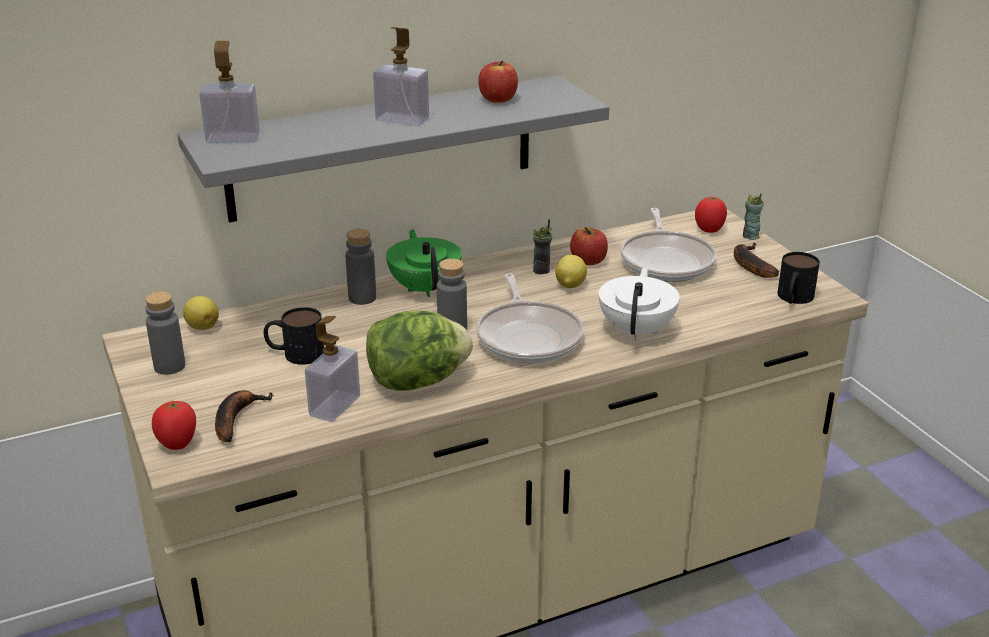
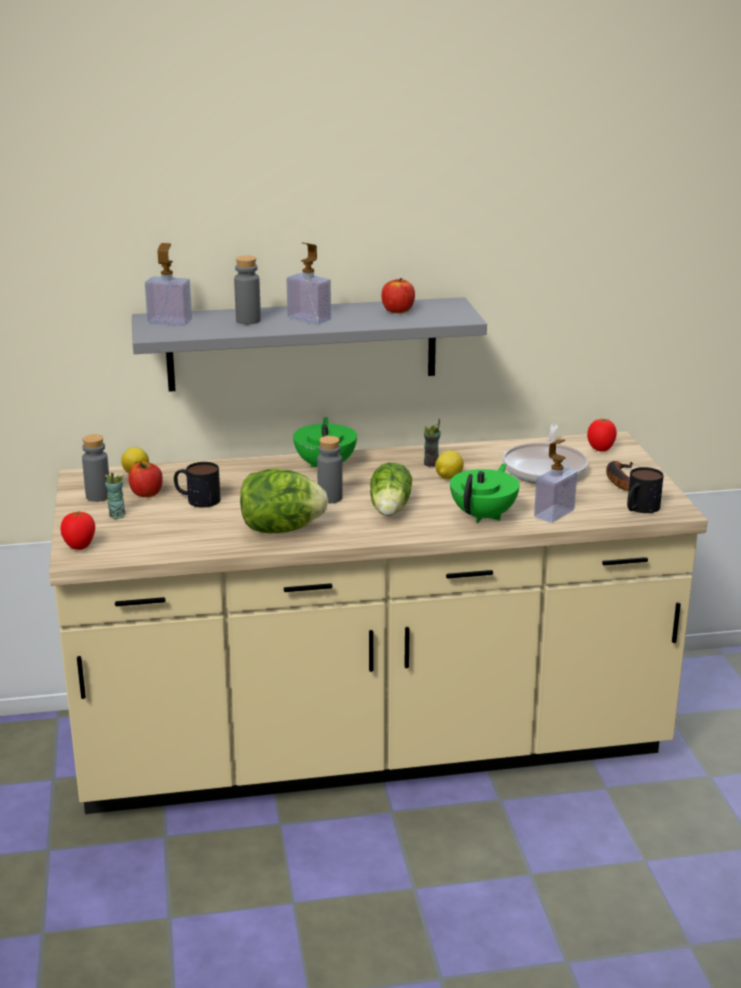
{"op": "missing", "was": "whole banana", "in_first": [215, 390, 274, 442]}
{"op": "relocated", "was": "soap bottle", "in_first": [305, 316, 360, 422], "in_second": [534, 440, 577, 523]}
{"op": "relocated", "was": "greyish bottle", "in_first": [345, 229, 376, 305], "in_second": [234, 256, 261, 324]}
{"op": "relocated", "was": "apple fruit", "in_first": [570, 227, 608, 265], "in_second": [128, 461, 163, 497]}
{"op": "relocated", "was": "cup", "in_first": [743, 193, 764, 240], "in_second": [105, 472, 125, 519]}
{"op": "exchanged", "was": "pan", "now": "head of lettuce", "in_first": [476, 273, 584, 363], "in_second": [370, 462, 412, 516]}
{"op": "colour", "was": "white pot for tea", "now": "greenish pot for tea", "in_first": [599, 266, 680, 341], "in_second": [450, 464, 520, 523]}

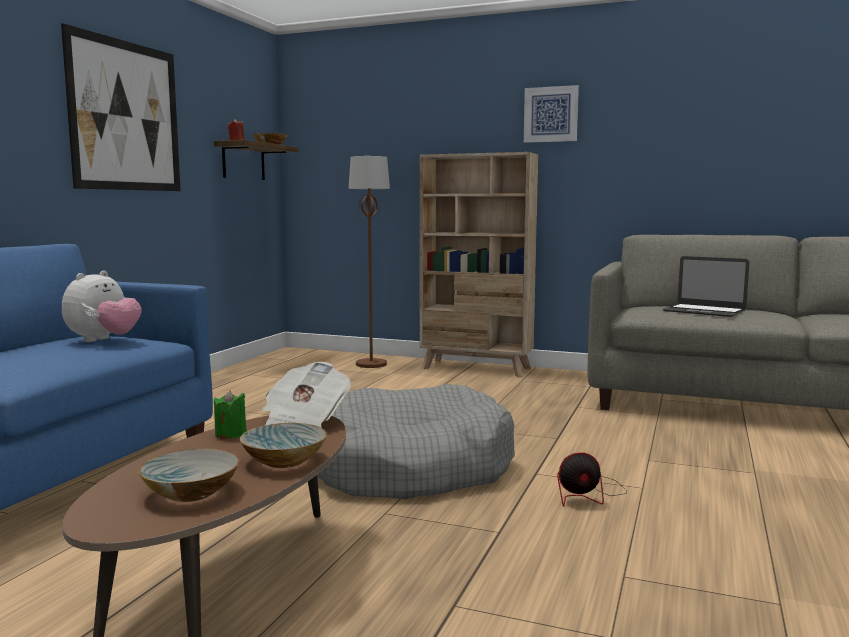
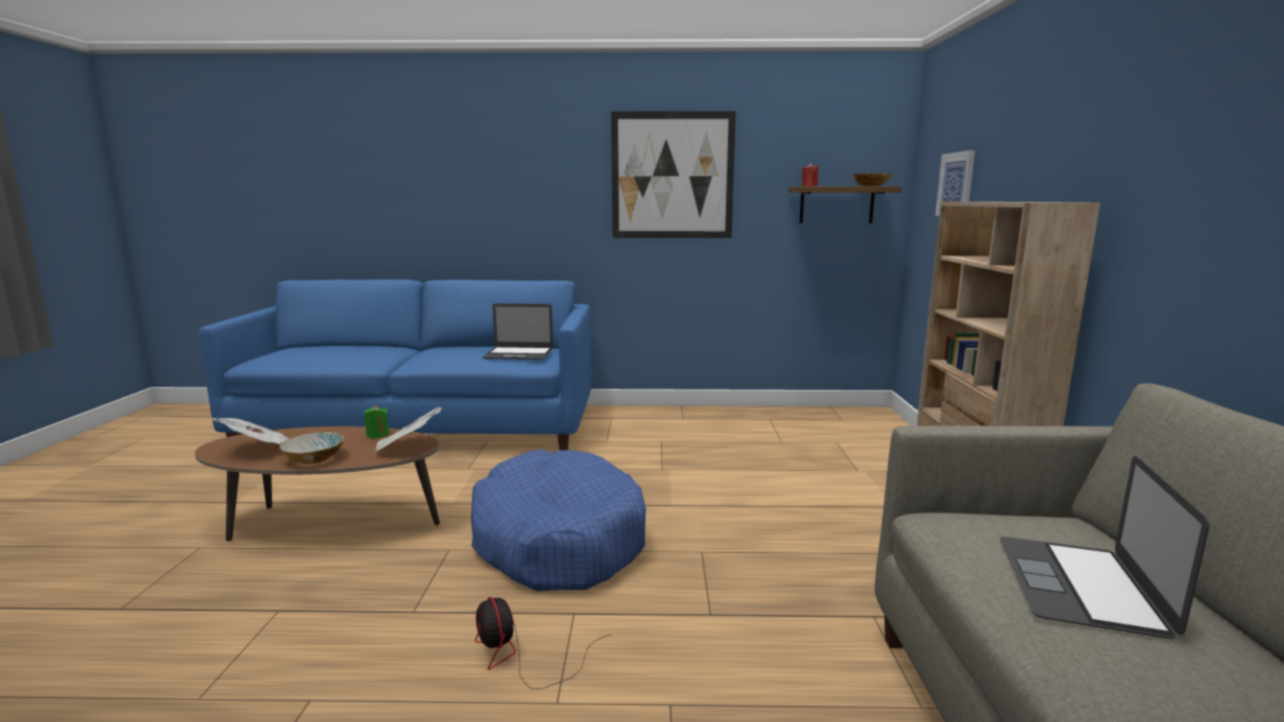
{"op": "missing", "was": "brown standard lamp", "in_first": [349, 156, 390, 368]}
{"op": "relocated", "was": "wall picture", "in_first": [524, 85, 579, 143], "in_second": [935, 150, 975, 216]}
{"op": "exchanged", "was": "plush toy", "now": "portable computer", "in_first": [62, 271, 142, 342], "in_second": [482, 304, 553, 360]}
{"op": "exchanged", "was": "bowl", "now": "daily paper", "in_first": [138, 448, 240, 502], "in_second": [212, 418, 289, 444]}
{"op": "colour", "was": "greyish dog bed", "now": "blue-coloured dog bed", "in_first": [317, 384, 515, 499], "in_second": [471, 450, 646, 591]}

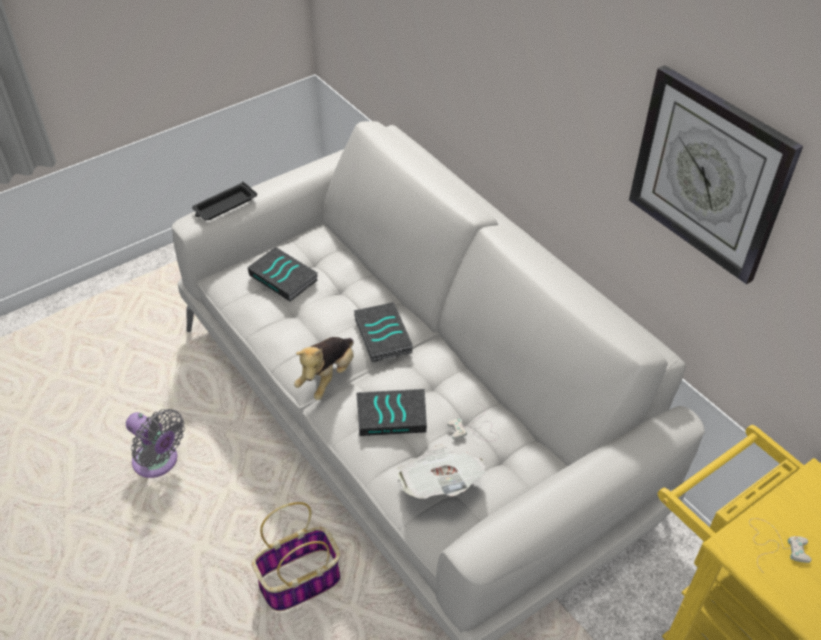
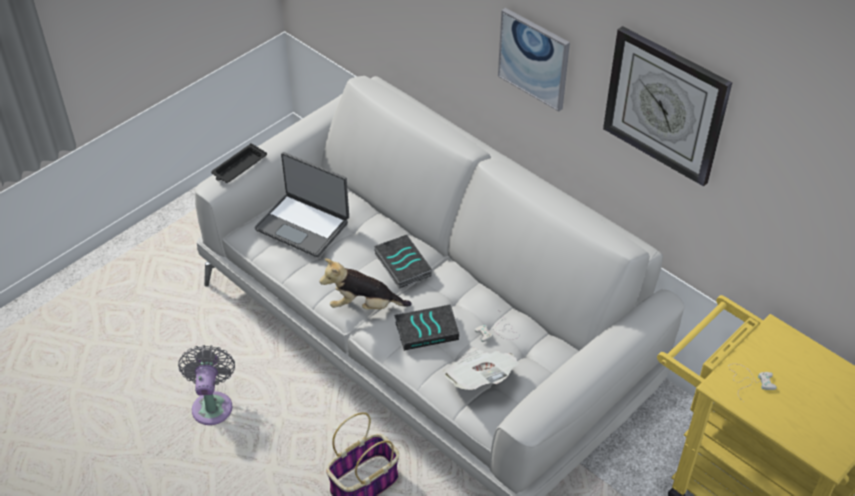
{"op": "appeared", "now": "wall picture", "in_second": [498, 8, 570, 111]}
{"op": "exchanged", "was": "volume", "now": "portable computer", "in_first": [248, 247, 318, 302], "in_second": [254, 152, 349, 257]}
{"op": "spun", "was": "greyish fan", "in_first": [126, 409, 185, 478], "in_second": [178, 345, 235, 425], "clockwise": -120}
{"op": "spun", "was": "plush toy", "in_first": [294, 337, 354, 400], "in_second": [319, 258, 412, 310], "clockwise": 75}

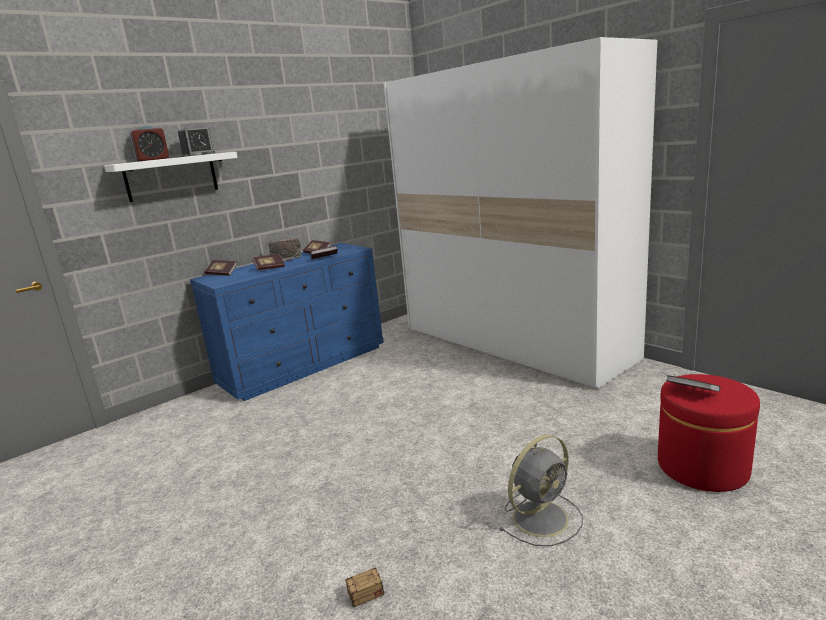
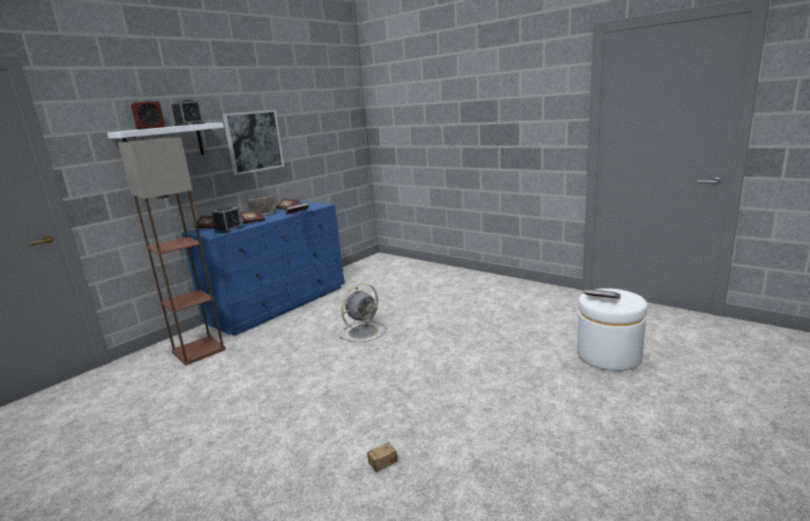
{"op": "missing", "was": "white clothes cupboard", "in_first": [384, 37, 657, 389]}
{"op": "appeared", "now": "standard lamp", "in_second": [118, 138, 226, 365]}
{"op": "appeared", "now": "table clock", "in_second": [212, 207, 243, 233]}
{"op": "appeared", "now": "wall picture", "in_second": [223, 110, 284, 175]}
{"op": "relocated", "was": "greyish fan", "in_first": [499, 435, 583, 546], "in_second": [339, 283, 386, 342]}
{"op": "colour", "was": "reddish footrest", "now": "white footrest", "in_first": [658, 374, 760, 492], "in_second": [577, 288, 647, 371]}

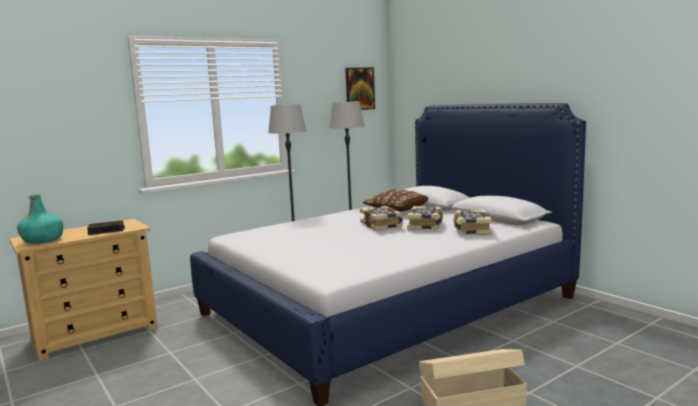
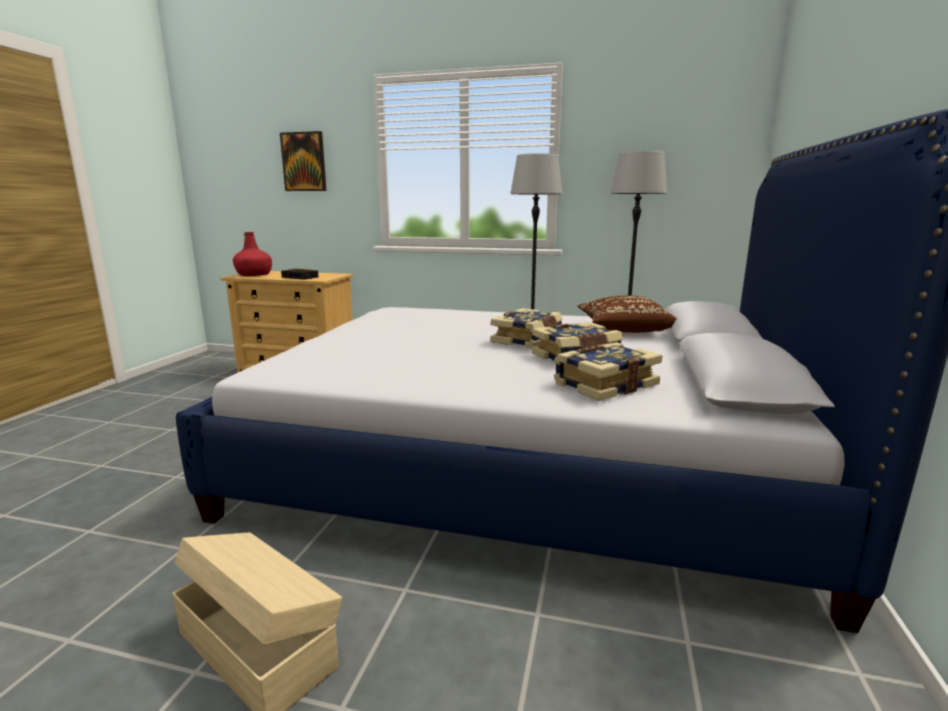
{"op": "relocated", "was": "wall picture", "in_first": [345, 68, 375, 110], "in_second": [280, 131, 326, 191]}
{"op": "colour", "was": "turquoise bottle", "now": "reddish bottle", "in_first": [17, 194, 63, 244], "in_second": [233, 232, 272, 276]}

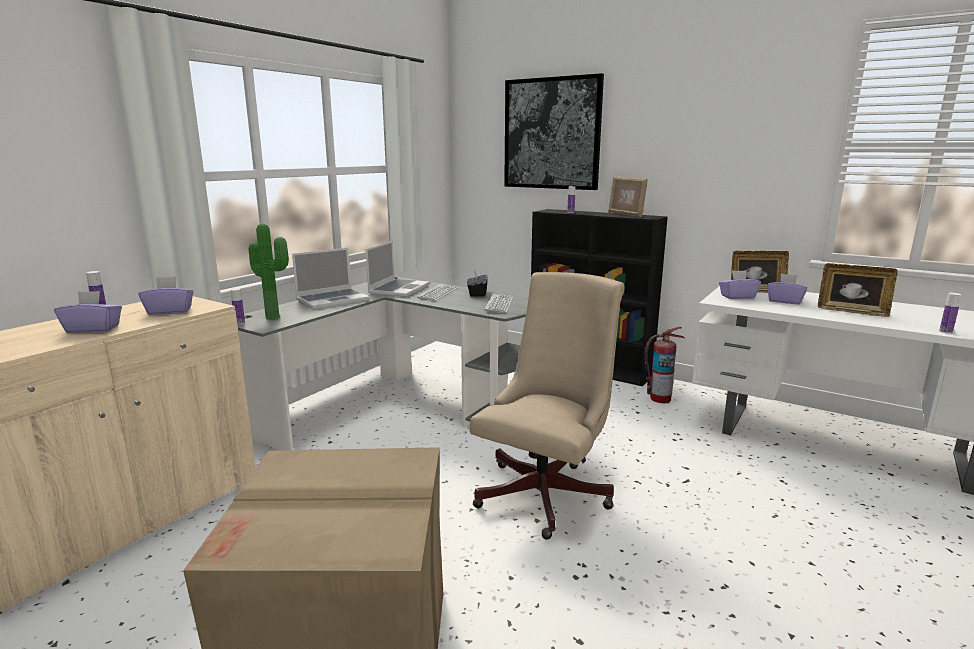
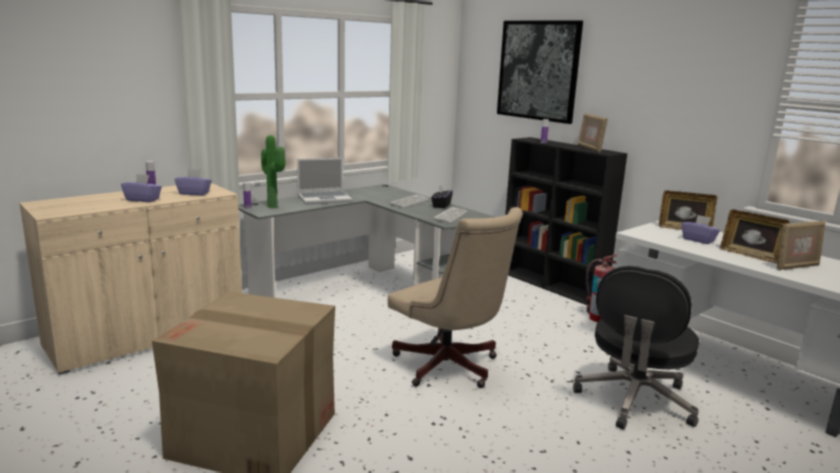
{"op": "missing", "was": "portable computer", "in_first": [366, 241, 429, 297]}
{"op": "missing", "was": "purple tissue holder", "in_first": [719, 270, 761, 299]}
{"op": "missing", "was": "bottle", "in_first": [939, 293, 962, 334]}
{"op": "appeared", "now": "blackish desk chair", "in_second": [573, 266, 699, 430]}
{"op": "appeared", "now": "standing frame", "in_second": [777, 221, 826, 271]}
{"op": "spun", "was": "beige desk chair", "in_first": [470, 272, 624, 540], "in_second": [388, 207, 523, 388], "clockwise": 90}

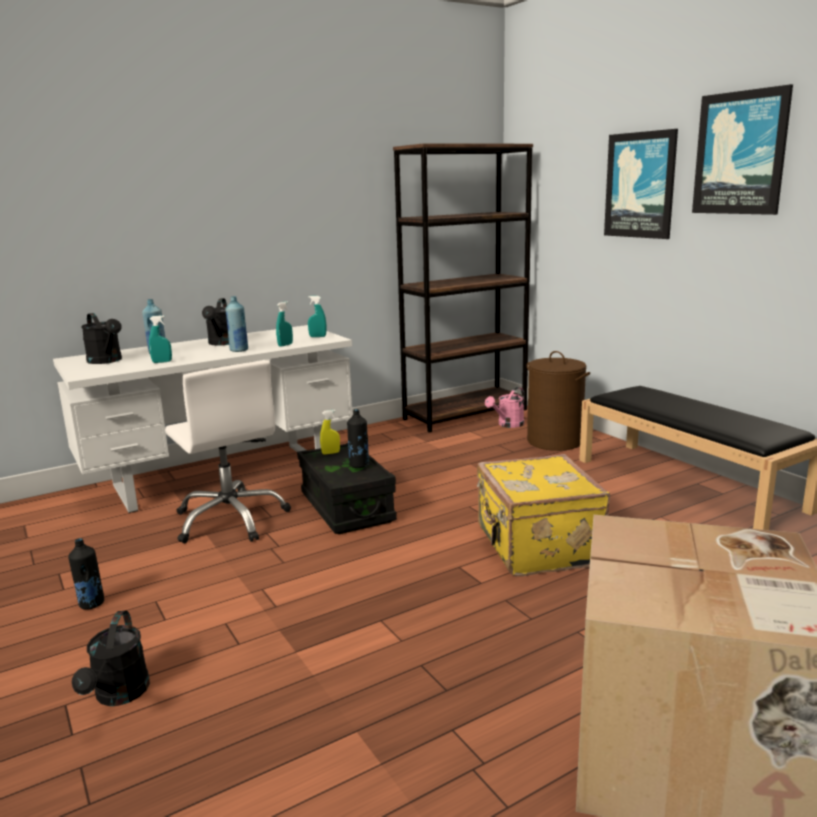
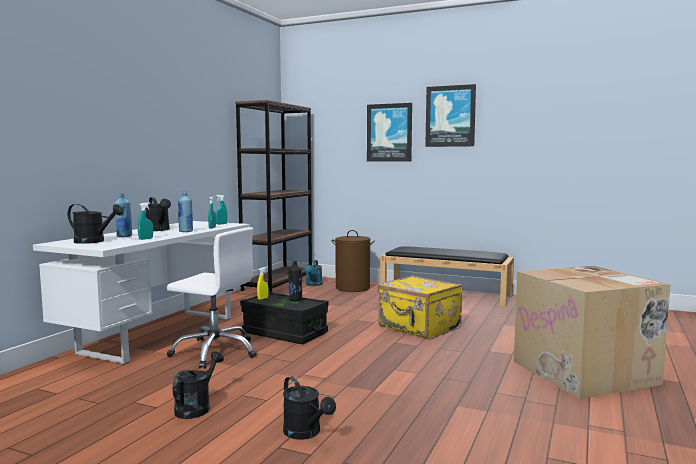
{"op": "exchanged", "was": "blackish bottle", "now": "blackish watering can", "in_first": [68, 538, 104, 610], "in_second": [172, 351, 224, 419]}
{"op": "colour", "was": "pink-coloured watering can", "now": "turquoise watering can", "in_first": [485, 387, 525, 428], "in_second": [304, 260, 323, 286]}

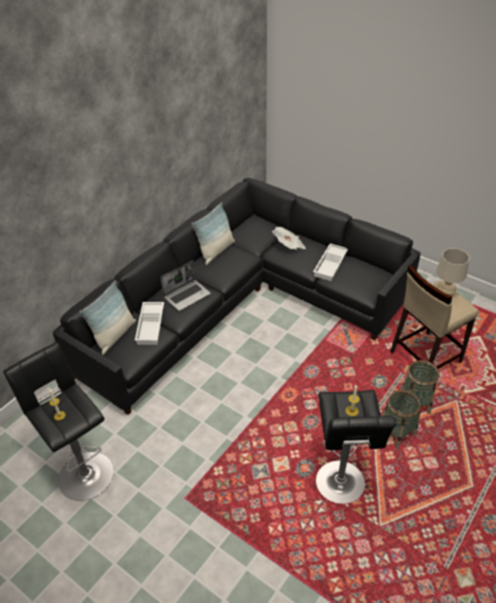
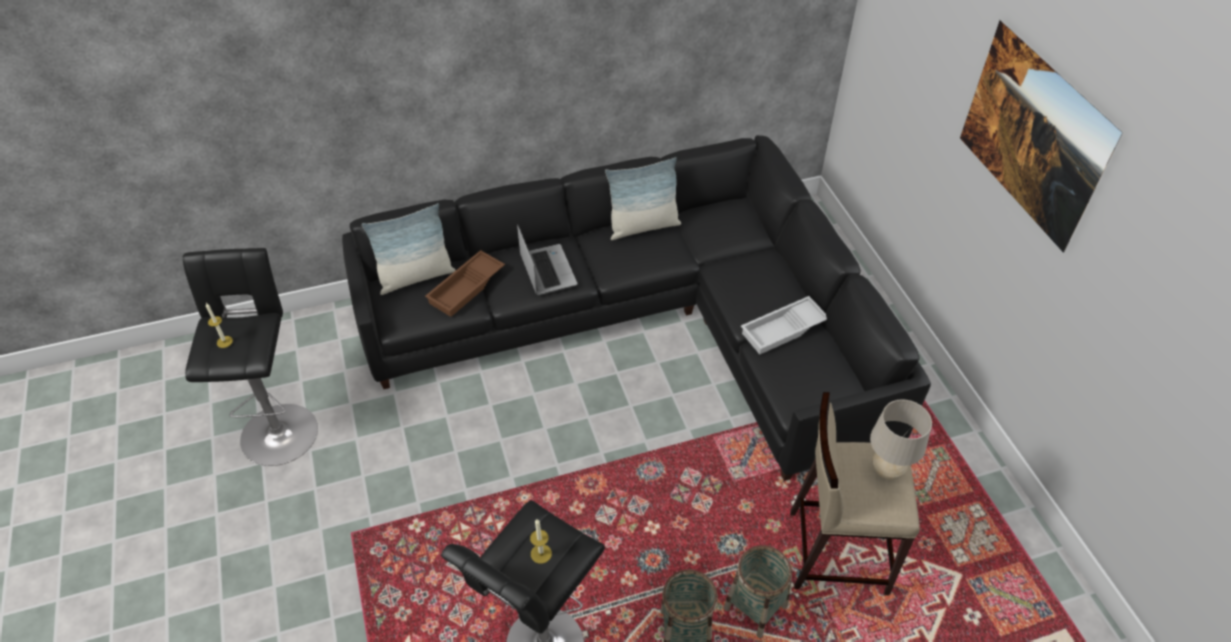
{"op": "missing", "was": "daily paper", "in_first": [272, 227, 306, 250]}
{"op": "appeared", "now": "wall picture", "in_second": [960, 20, 1122, 253]}
{"op": "colour", "was": "white serving tray", "now": "brown serving tray", "in_first": [135, 302, 164, 345], "in_second": [425, 250, 505, 317]}
{"op": "spun", "was": "portable computer", "in_first": [161, 260, 211, 311], "in_second": [517, 224, 578, 295], "clockwise": -105}

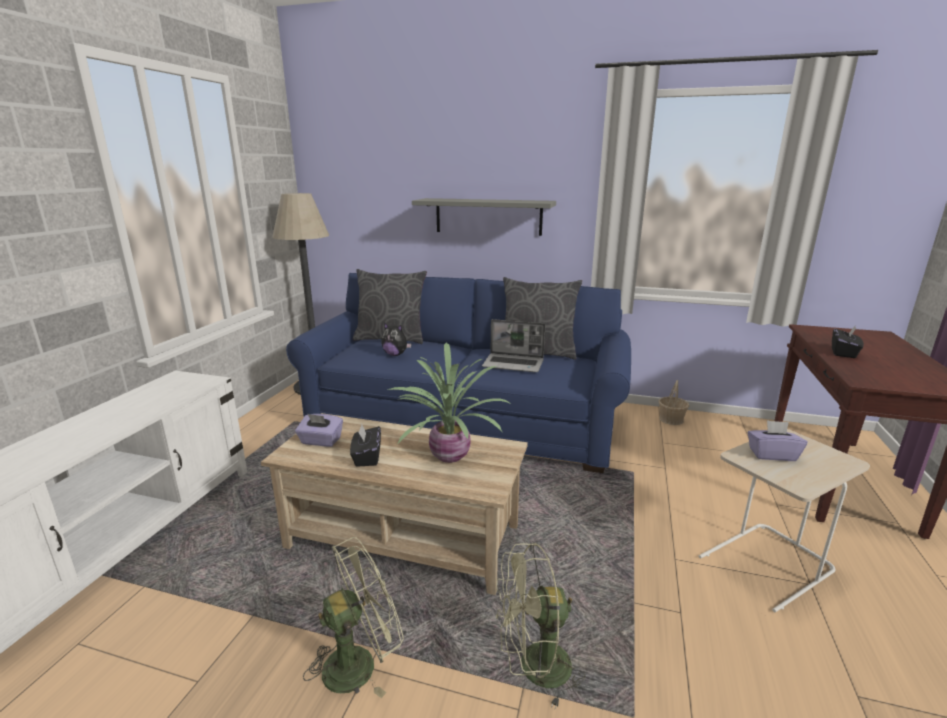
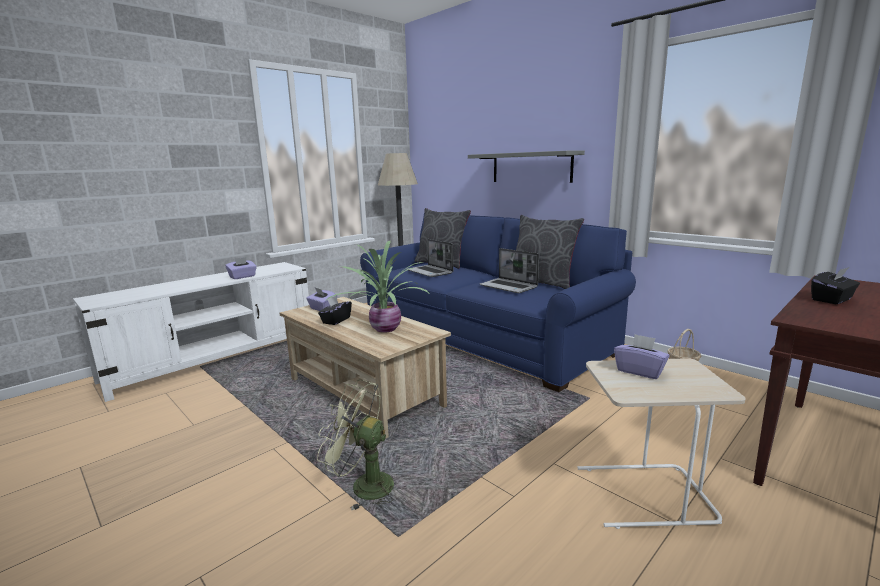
{"op": "missing", "was": "greenish fan", "in_first": [303, 537, 404, 698]}
{"op": "appeared", "now": "purple tissue holder", "in_second": [225, 257, 257, 279]}
{"op": "exchanged", "was": "plush toy", "now": "portable computer", "in_first": [381, 323, 412, 356], "in_second": [406, 239, 453, 277]}

